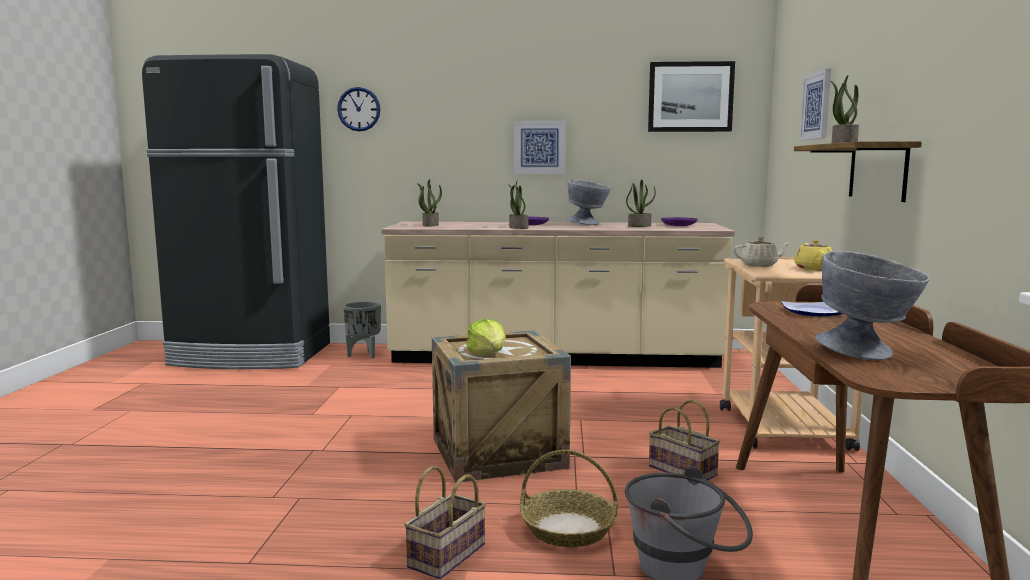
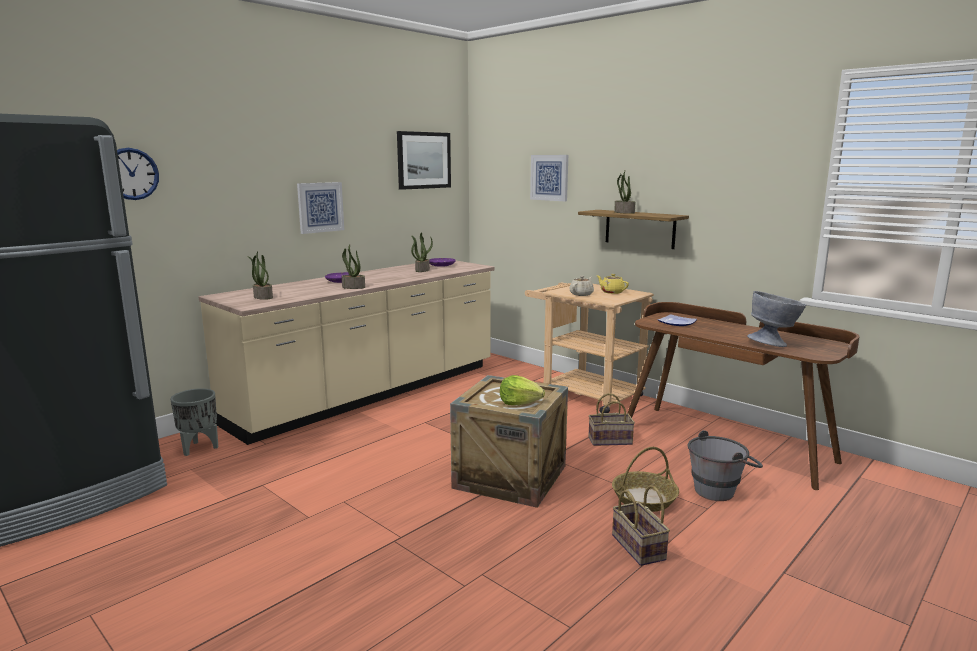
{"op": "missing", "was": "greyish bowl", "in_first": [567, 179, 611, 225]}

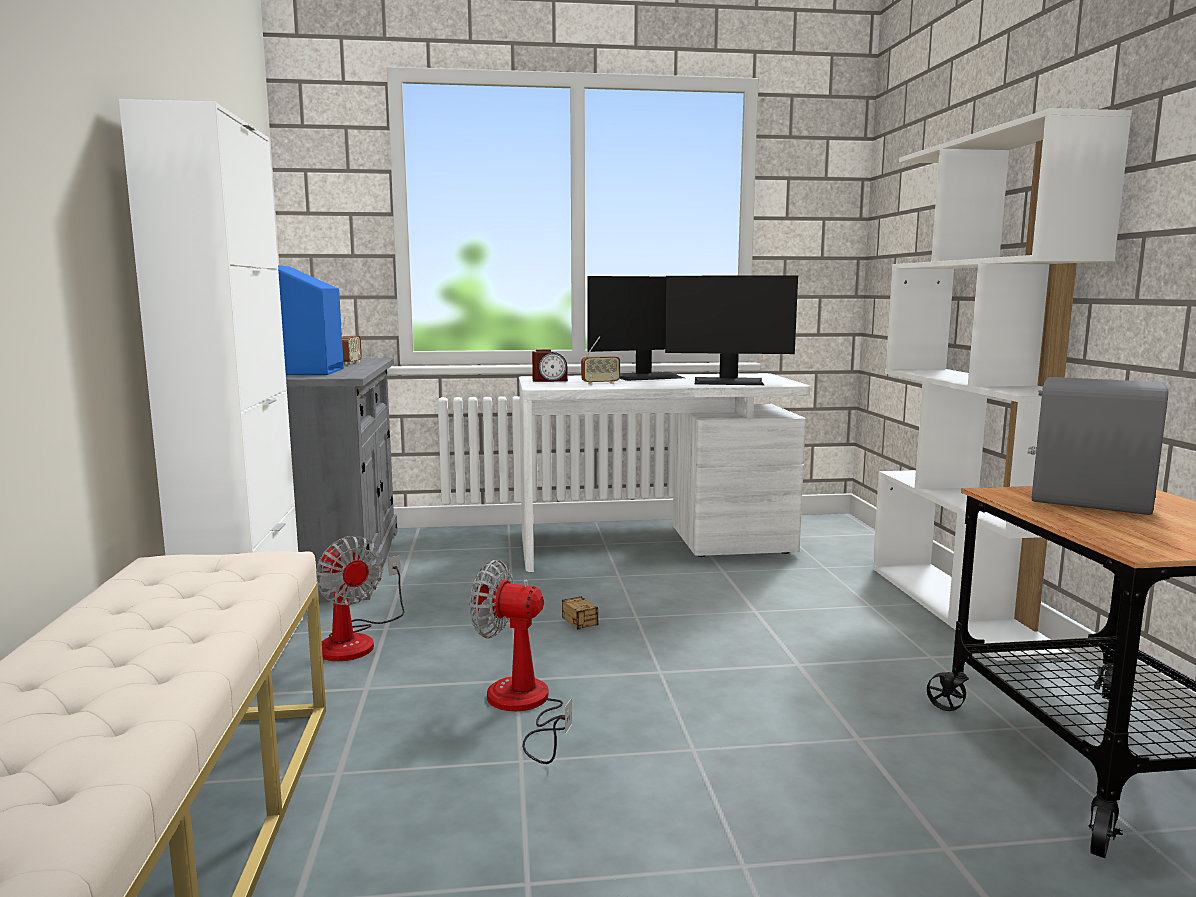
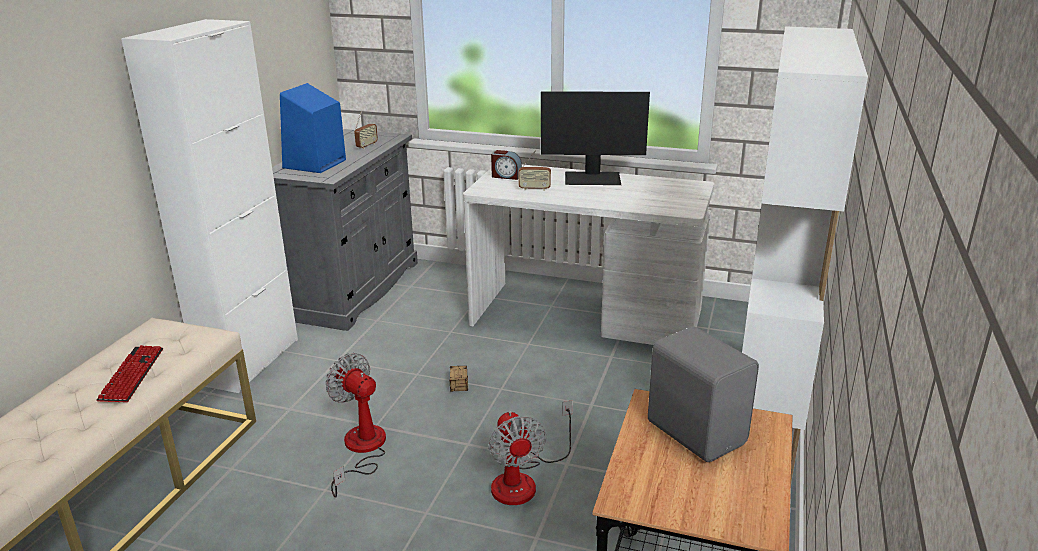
{"op": "missing", "was": "computer screen", "in_first": [665, 275, 798, 385]}
{"op": "appeared", "now": "PC keyboard", "in_second": [97, 345, 163, 402]}
{"op": "relocated", "was": "fan", "in_first": [316, 536, 405, 661], "in_second": [488, 400, 573, 505]}

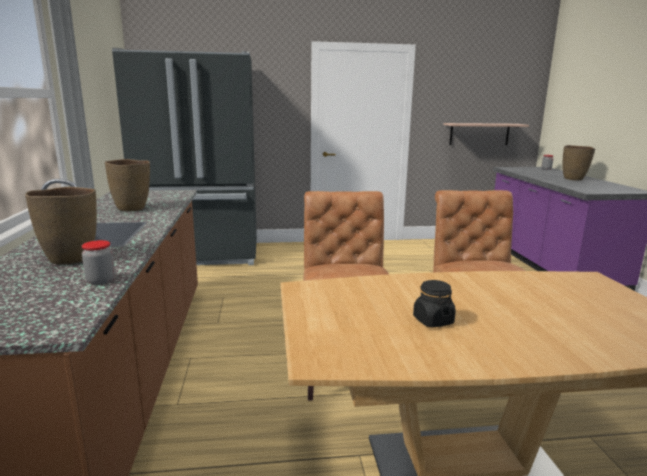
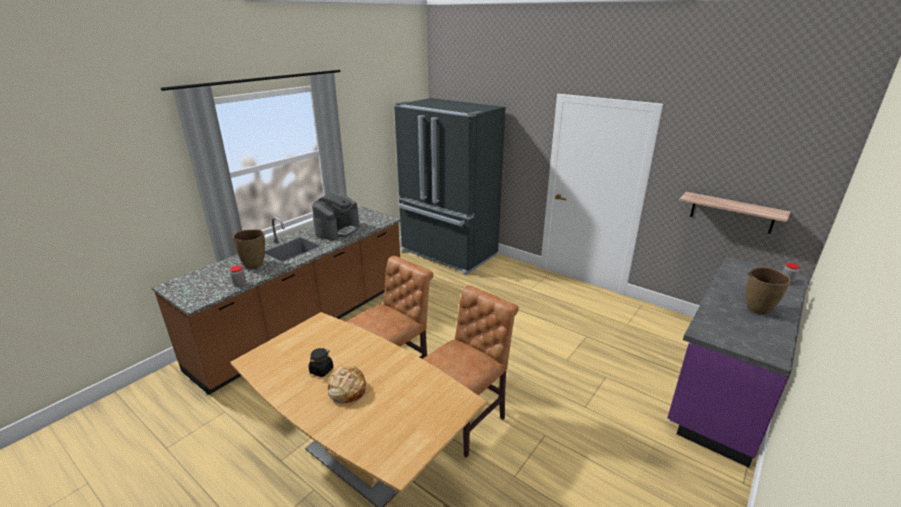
{"op": "appeared", "now": "bakery bread", "in_second": [328, 365, 366, 403]}
{"op": "exchanged", "was": "brown vase", "now": "coffee machine", "in_first": [105, 159, 150, 211], "in_second": [312, 194, 359, 241]}

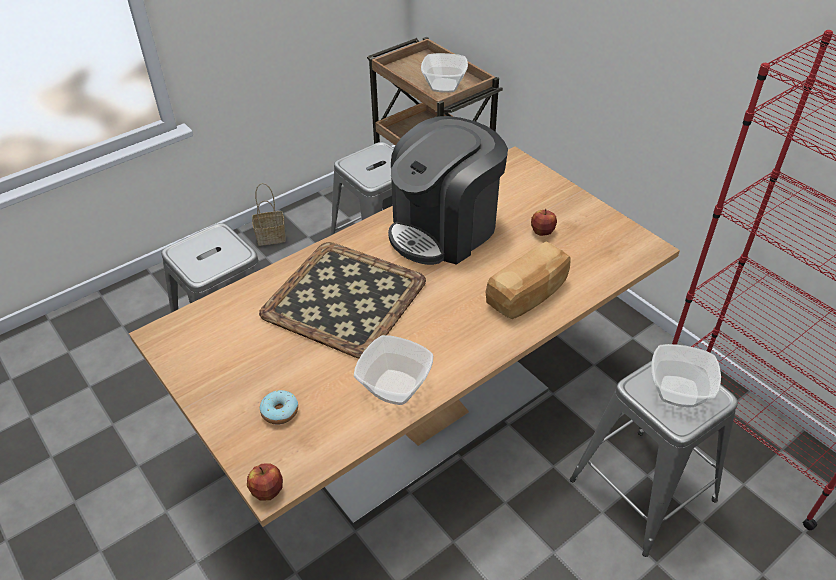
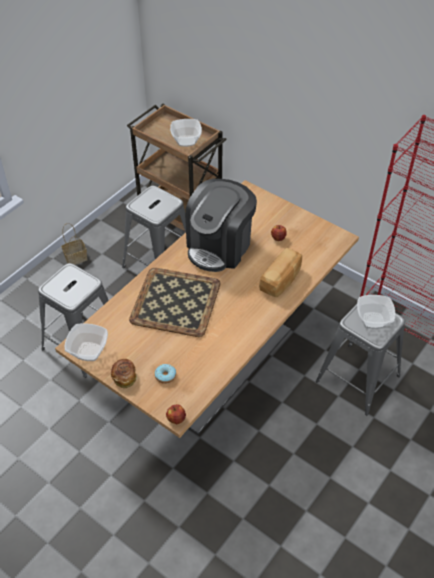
{"op": "appeared", "now": "bakery bread", "in_second": [111, 359, 137, 388]}
{"op": "relocated", "was": "bowl", "in_first": [354, 335, 433, 405], "in_second": [65, 323, 108, 361]}

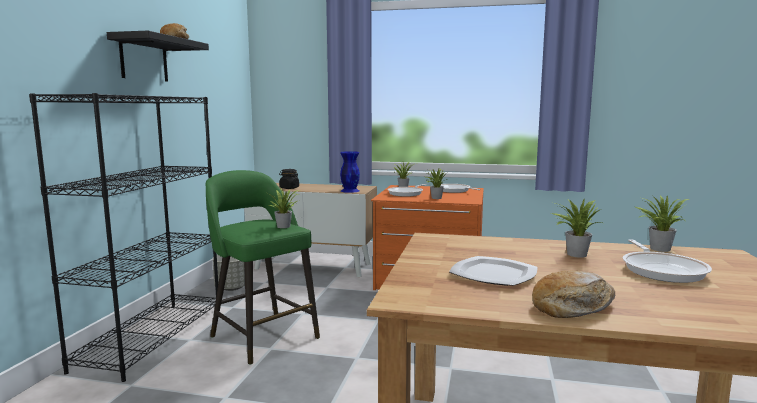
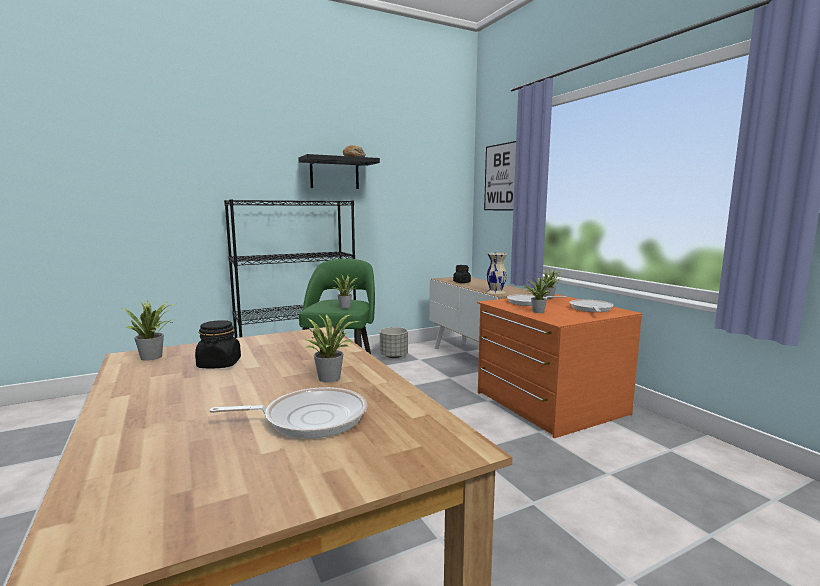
{"op": "missing", "was": "bakery bread", "in_first": [532, 270, 615, 318]}
{"op": "appeared", "now": "wall picture", "in_second": [484, 141, 516, 210]}
{"op": "relocated", "was": "houseplant", "in_first": [635, 196, 689, 252], "in_second": [119, 300, 175, 361]}
{"op": "exchanged", "was": "plate", "now": "blackish preserve jar", "in_first": [449, 256, 537, 286], "in_second": [195, 320, 241, 368]}
{"op": "colour", "was": "blue-coloured vase", "now": "beige vase", "in_first": [340, 151, 360, 193], "in_second": [487, 253, 507, 294]}
{"op": "spun", "was": "pan", "in_first": [623, 239, 712, 283], "in_second": [210, 387, 367, 439], "clockwise": -150}

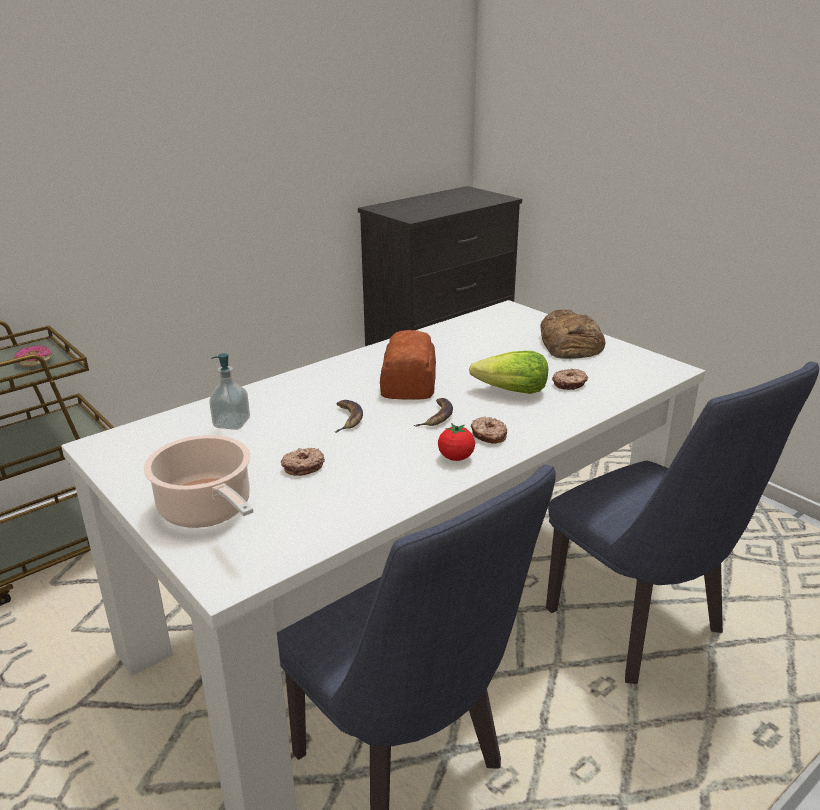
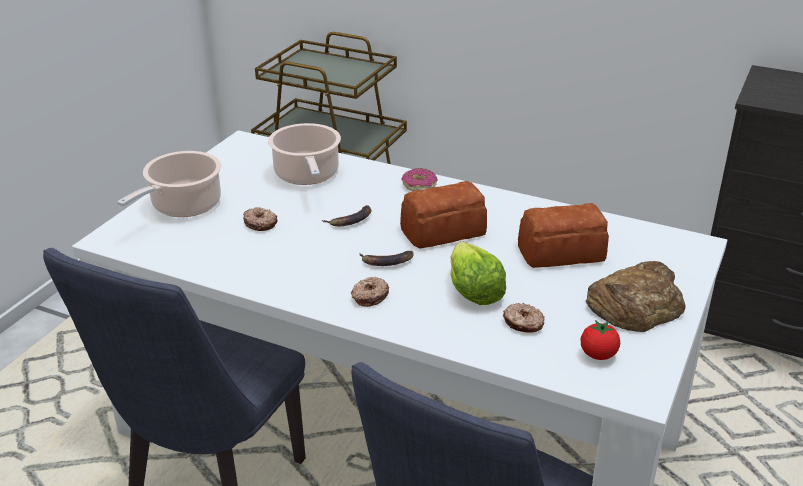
{"op": "appeared", "now": "bakery bread", "in_second": [518, 203, 609, 268]}
{"op": "relocated", "was": "doughnut", "in_first": [14, 345, 52, 367], "in_second": [401, 168, 438, 191]}
{"op": "relocated", "was": "tomato", "in_first": [438, 423, 475, 461], "in_second": [581, 320, 620, 360]}
{"op": "exchanged", "was": "soap bottle", "now": "stockpot", "in_first": [209, 353, 250, 430], "in_second": [268, 123, 341, 185]}

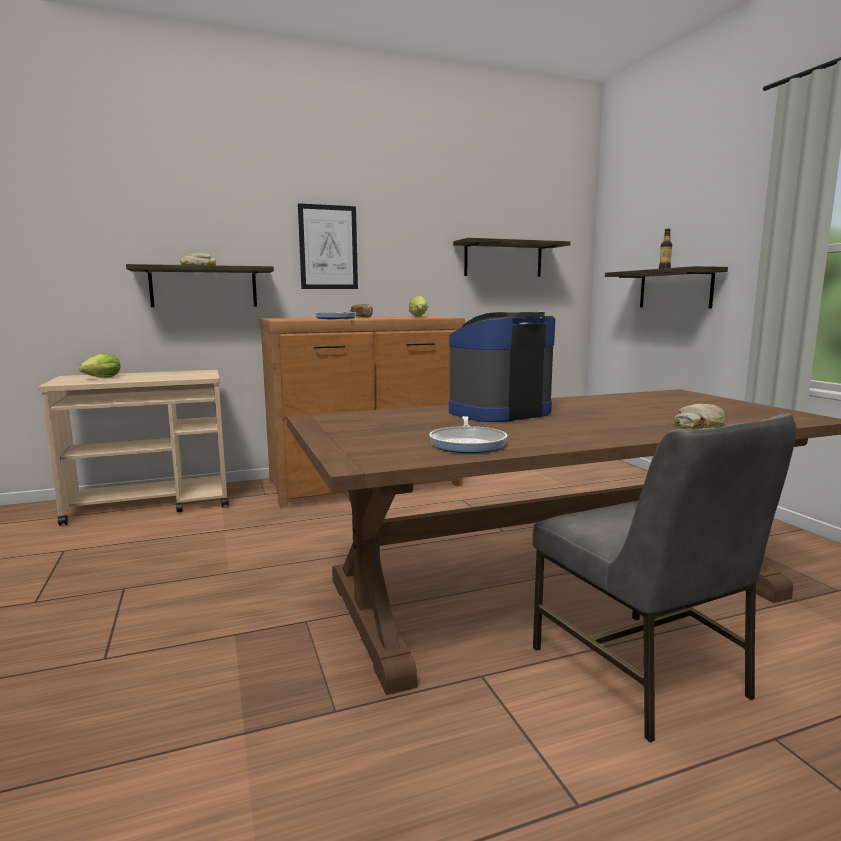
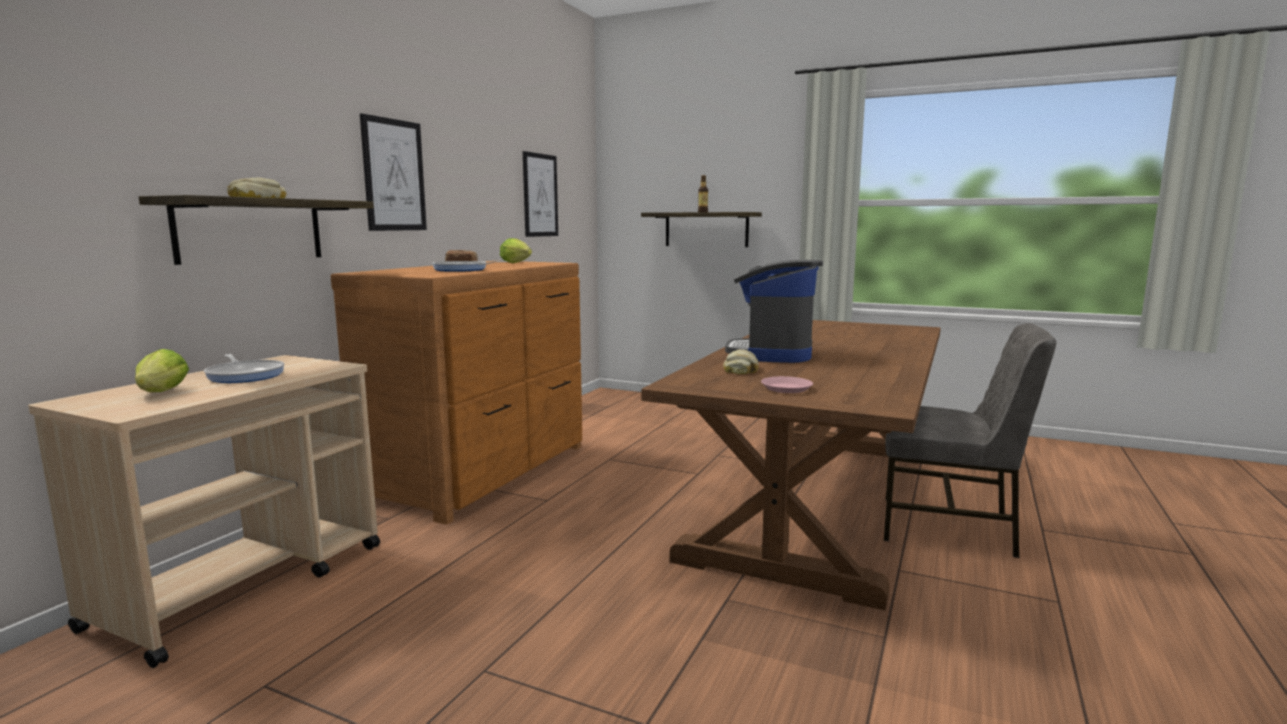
{"op": "appeared", "now": "pink-coloured plate", "in_second": [761, 376, 813, 393]}
{"op": "relocated", "was": "pan", "in_first": [429, 416, 507, 453], "in_second": [204, 354, 285, 383]}
{"op": "relocated", "was": "bakery bread", "in_first": [674, 404, 725, 429], "in_second": [723, 349, 759, 374]}
{"op": "exchanged", "was": "bracket shelf", "now": "wall picture", "in_first": [453, 238, 571, 277], "in_second": [523, 151, 558, 237]}

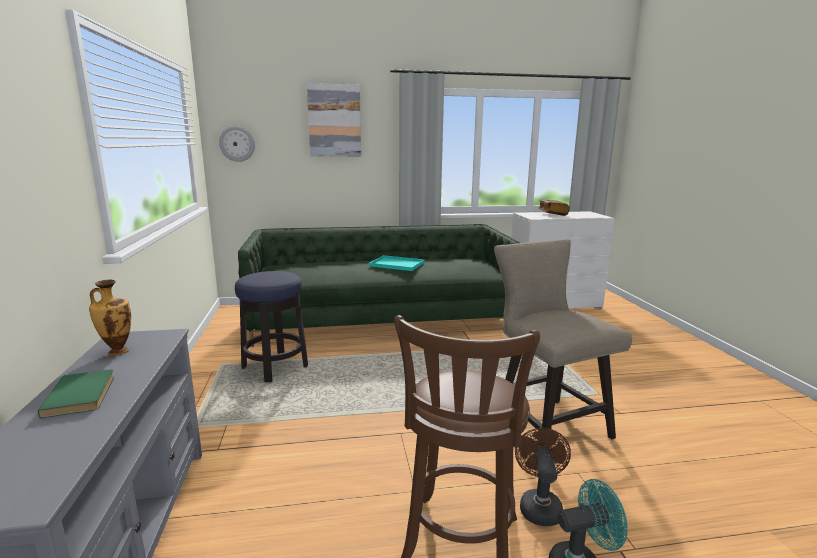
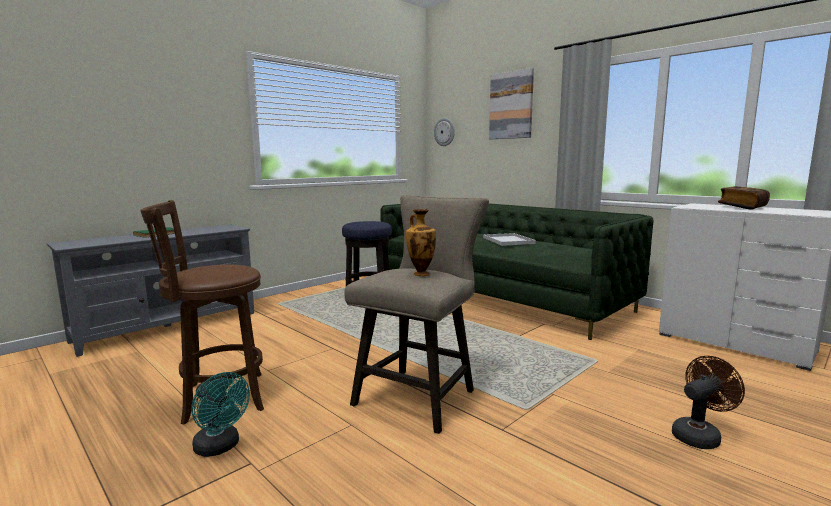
{"op": "relocated", "was": "vase", "in_first": [89, 279, 131, 355], "in_second": [406, 209, 436, 276]}
{"op": "relocated", "was": "brown fan", "in_first": [515, 428, 571, 526], "in_second": [672, 356, 745, 449]}
{"op": "colour", "was": "turquoise serving tray", "now": "white serving tray", "in_first": [369, 255, 425, 271], "in_second": [483, 233, 536, 246]}

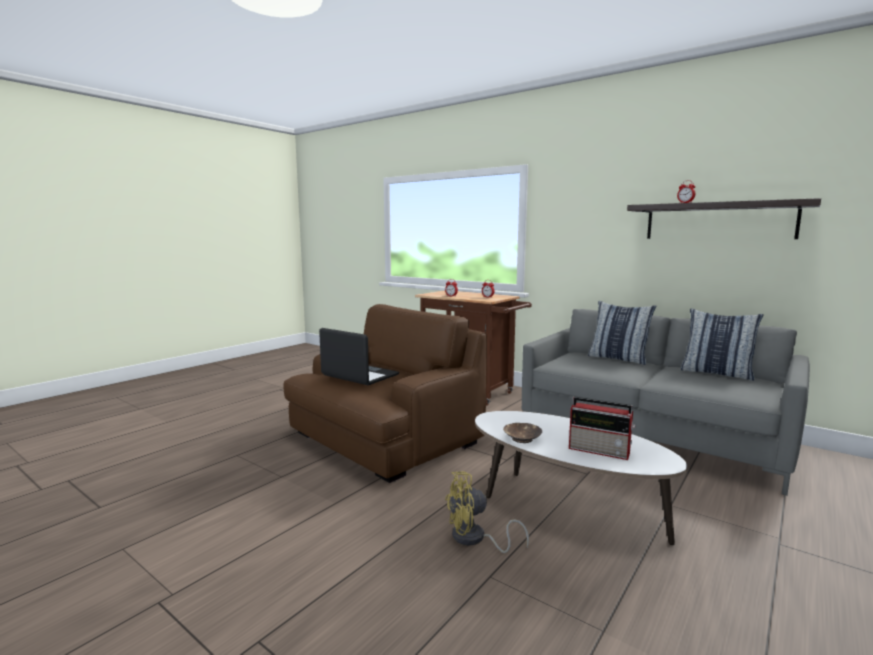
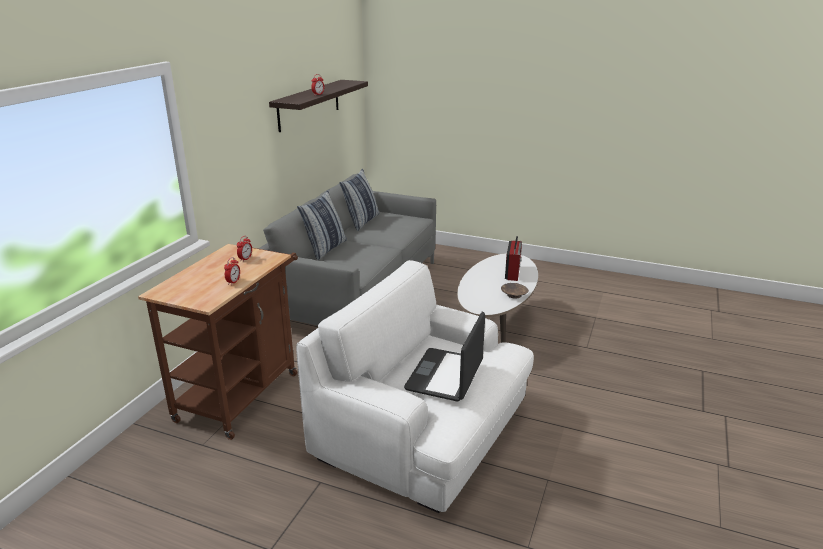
{"op": "missing", "was": "yellow-coloured fan", "in_first": [445, 471, 529, 553]}
{"op": "colour", "was": "brown armchair", "now": "white armchair", "in_first": [283, 304, 487, 483], "in_second": [296, 260, 534, 513]}

